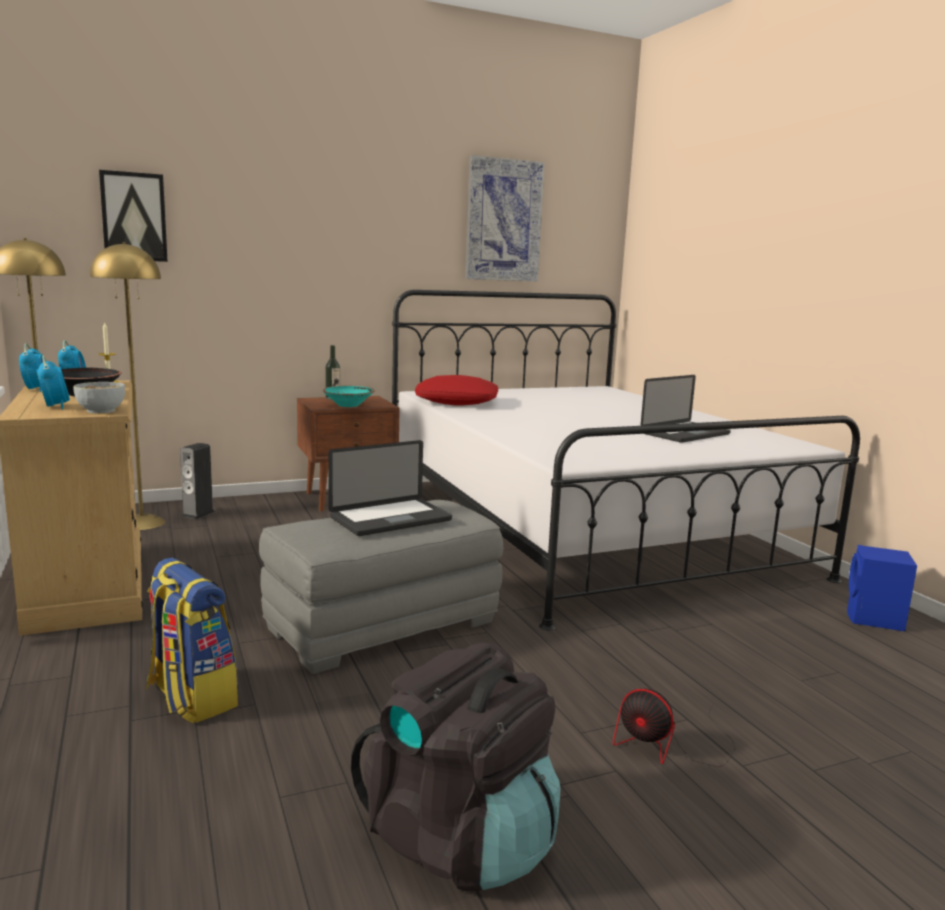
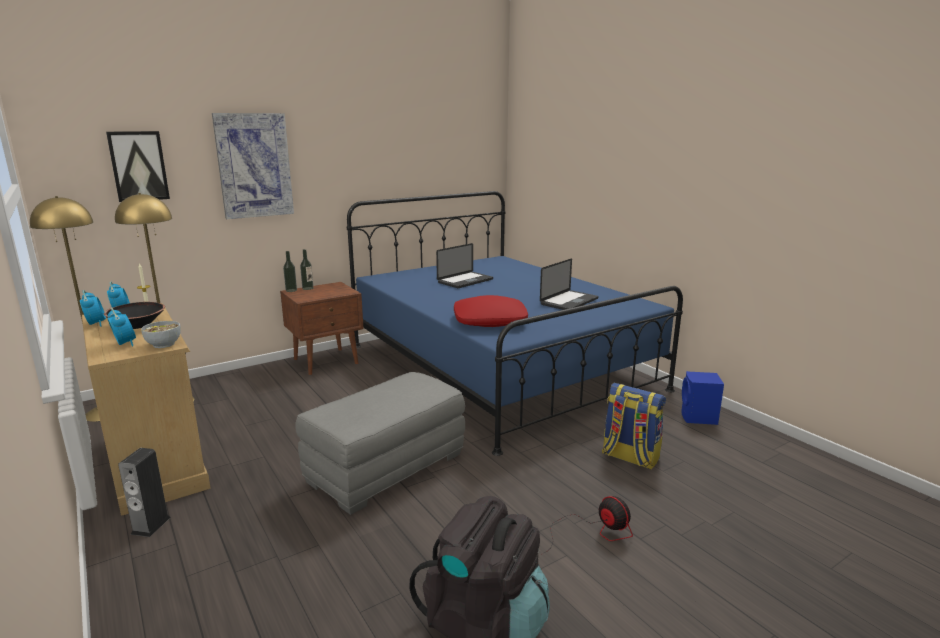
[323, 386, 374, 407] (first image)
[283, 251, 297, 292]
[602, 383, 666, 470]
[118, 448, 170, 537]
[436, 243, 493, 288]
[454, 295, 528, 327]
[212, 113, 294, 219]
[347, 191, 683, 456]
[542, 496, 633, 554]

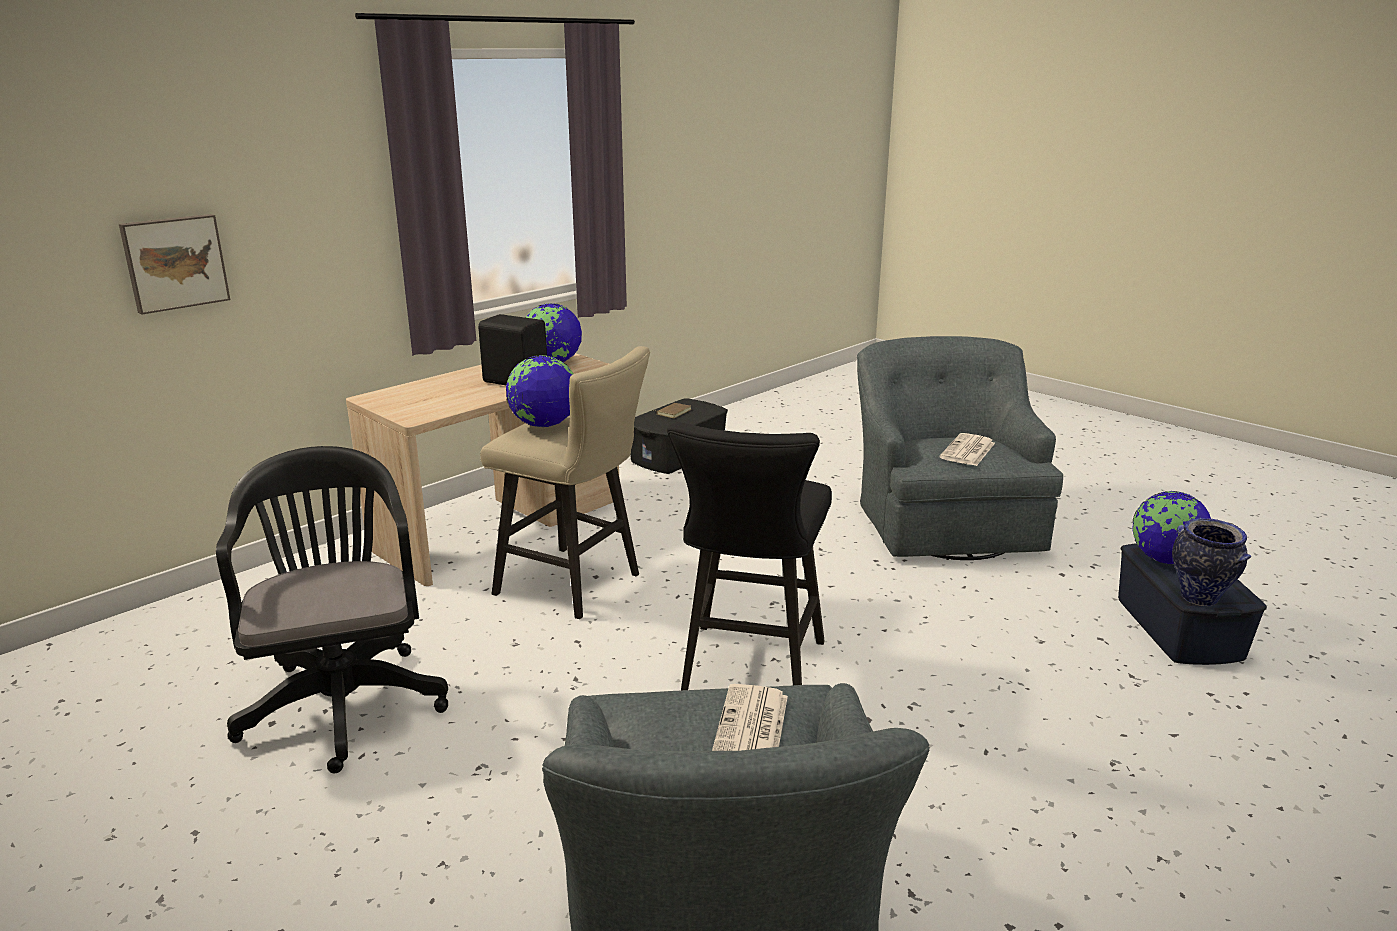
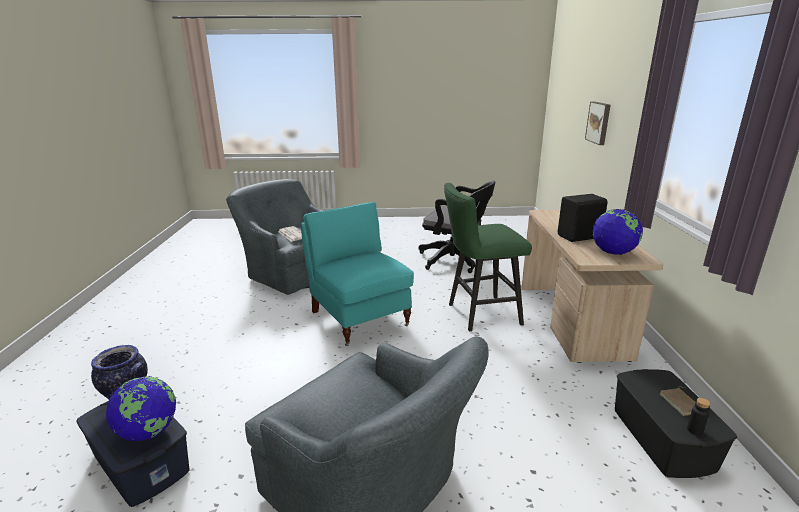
[506, 355, 574, 427] (first image)
[939, 433, 995, 466] (first image)
[687, 398, 710, 435]
[301, 202, 414, 346]
[444, 183, 532, 331]

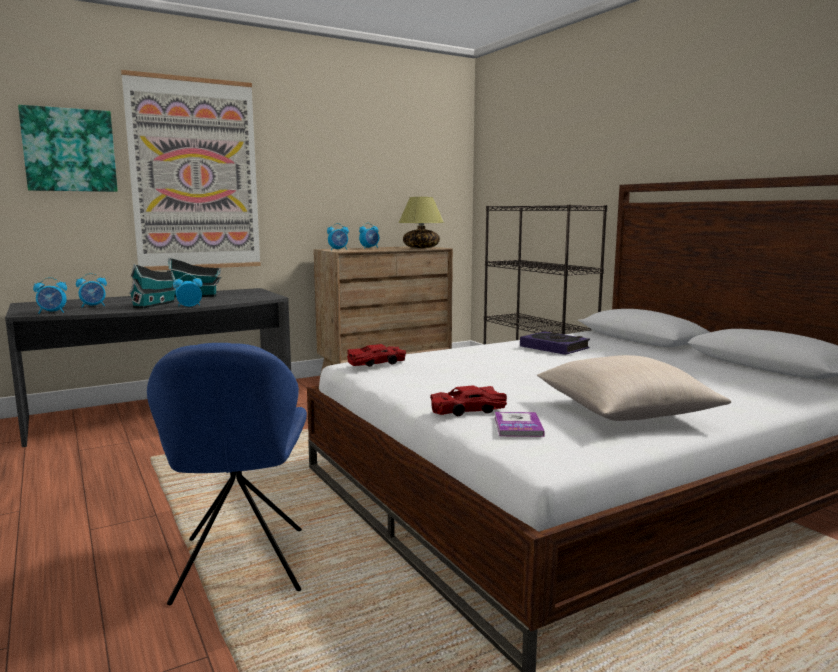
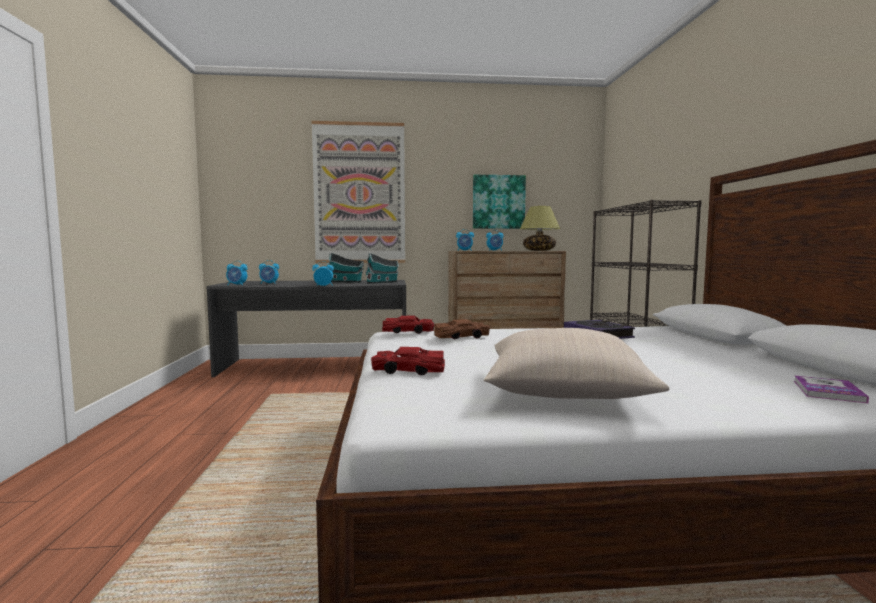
[147, 343, 307, 605] (first image)
[434, 319, 490, 339]
[473, 175, 526, 229]
[365, 252, 399, 284]
[794, 375, 869, 403]

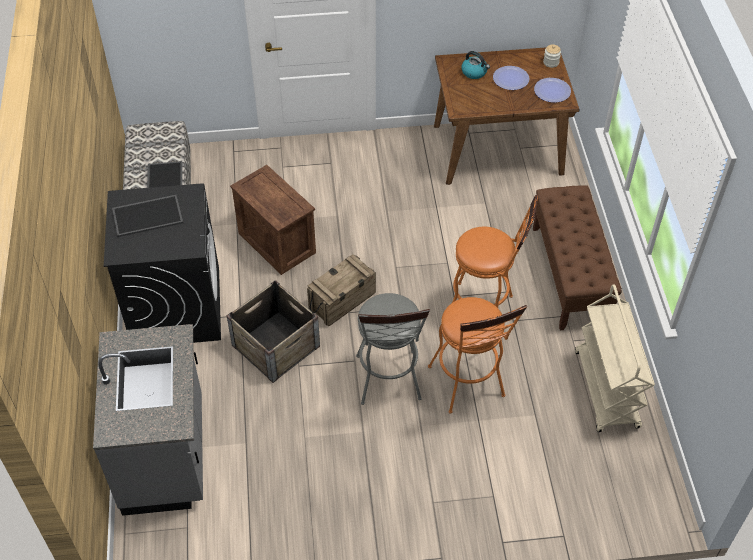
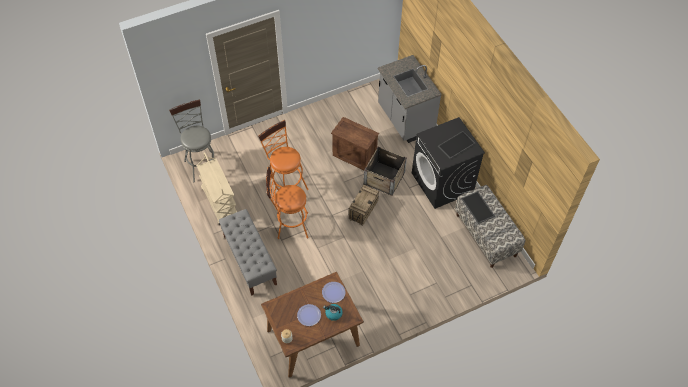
[331, 117, 379, 170]
[169, 99, 214, 182]
[322, 282, 345, 303]
[219, 209, 277, 296]

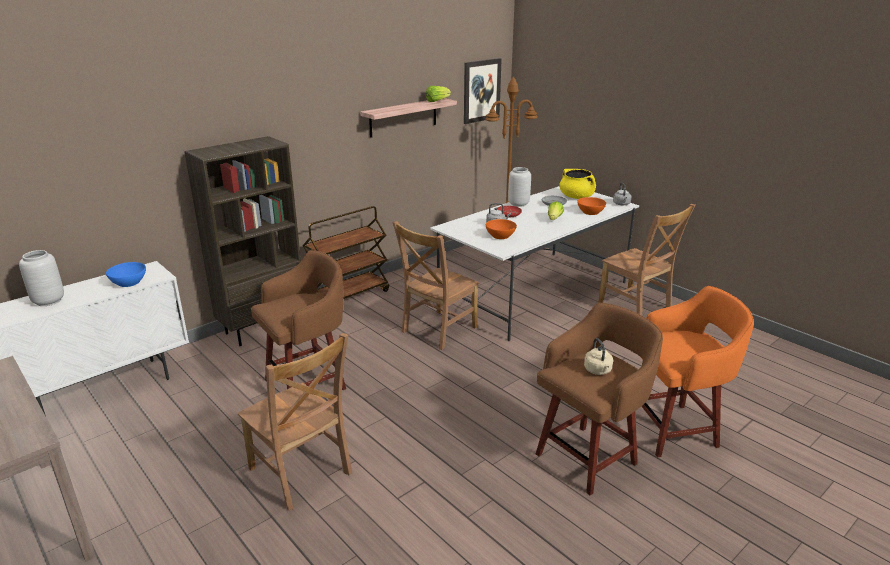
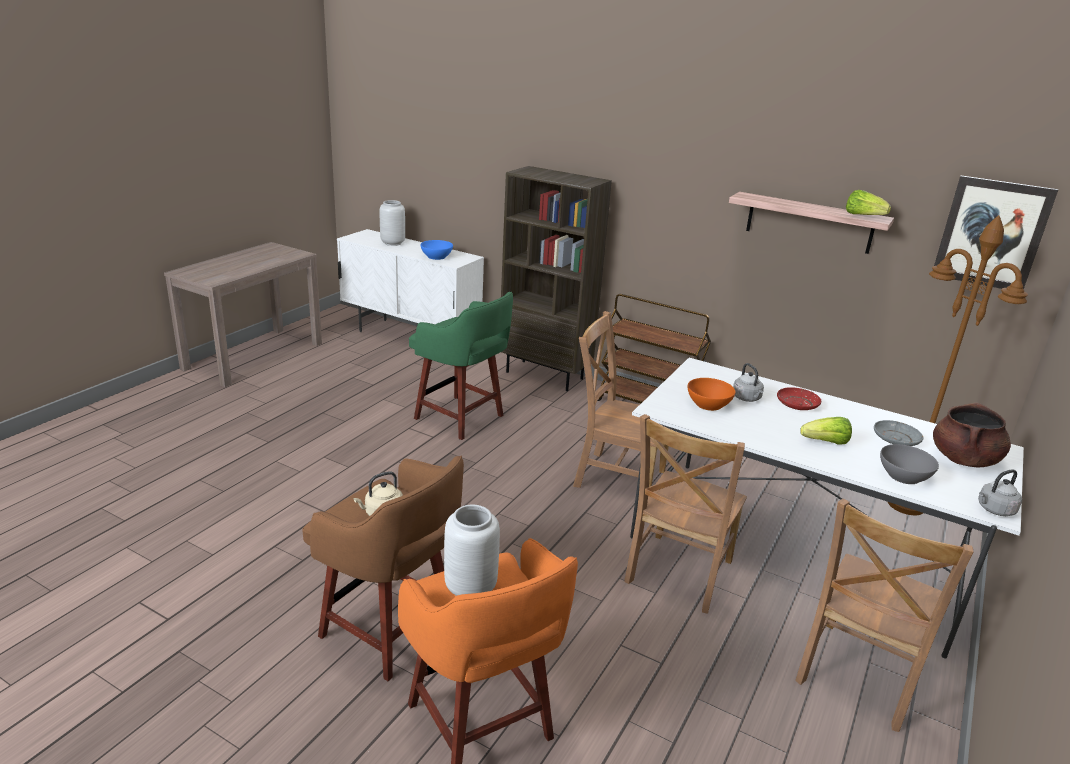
[624, 414, 747, 613]
[444, 505, 500, 596]
[409, 292, 513, 440]
[933, 402, 1011, 467]
[880, 444, 939, 484]

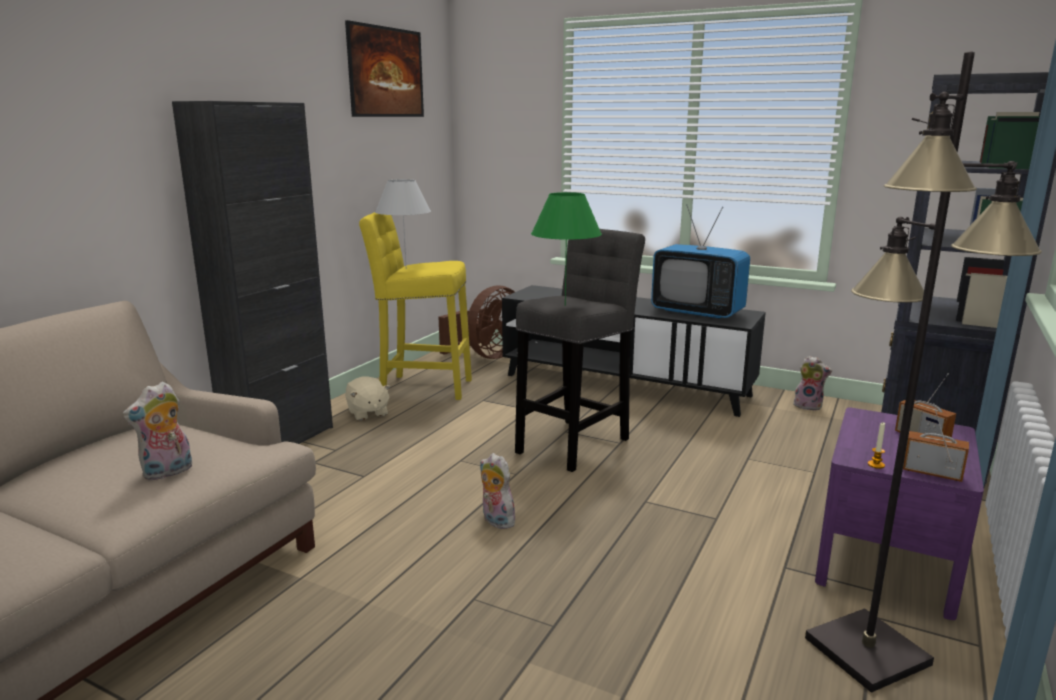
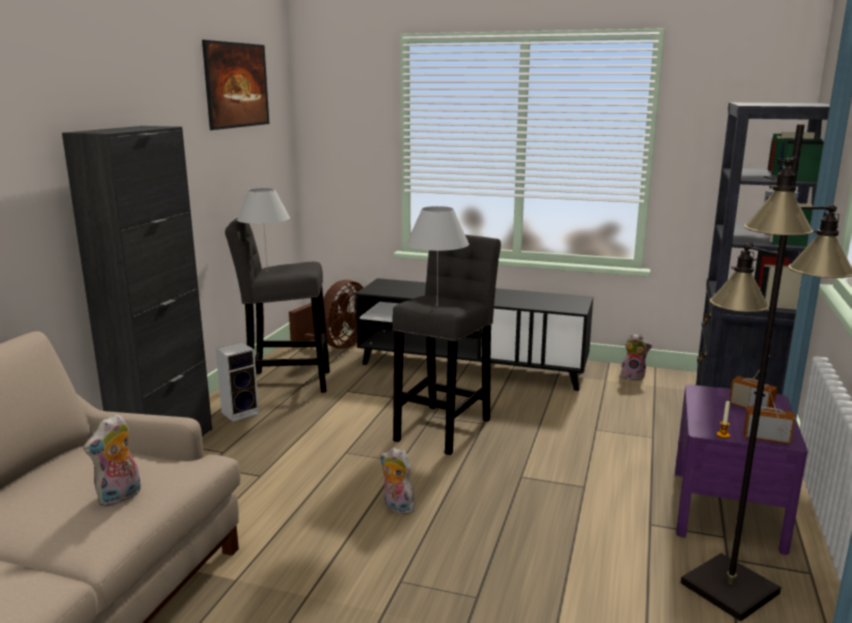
[651, 204, 750, 319] (first image)
[215, 342, 259, 422]
[225, 217, 330, 393]
[406, 206, 469, 307]

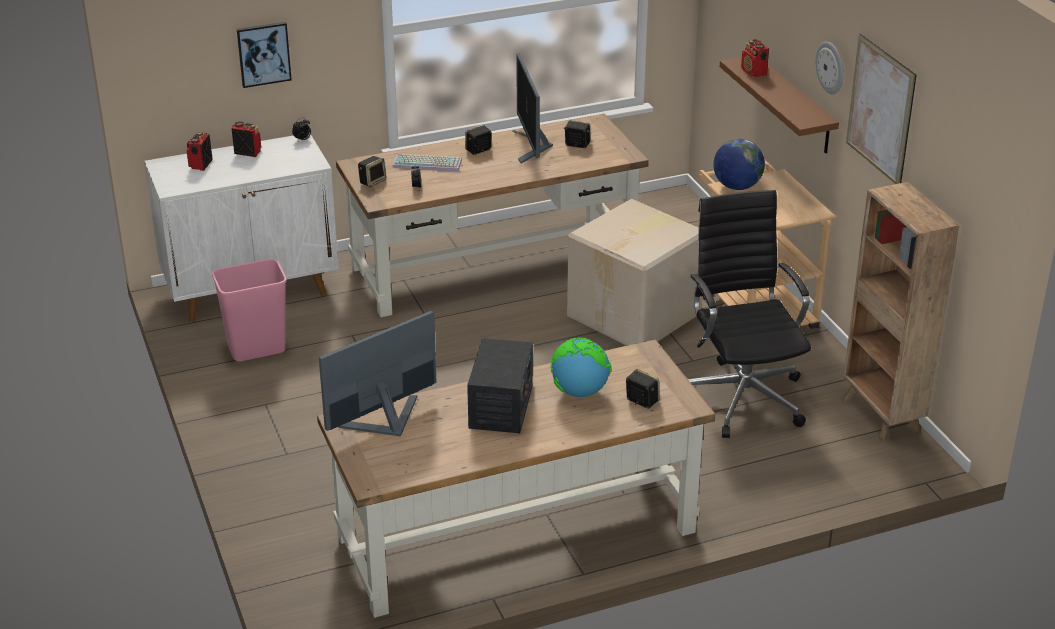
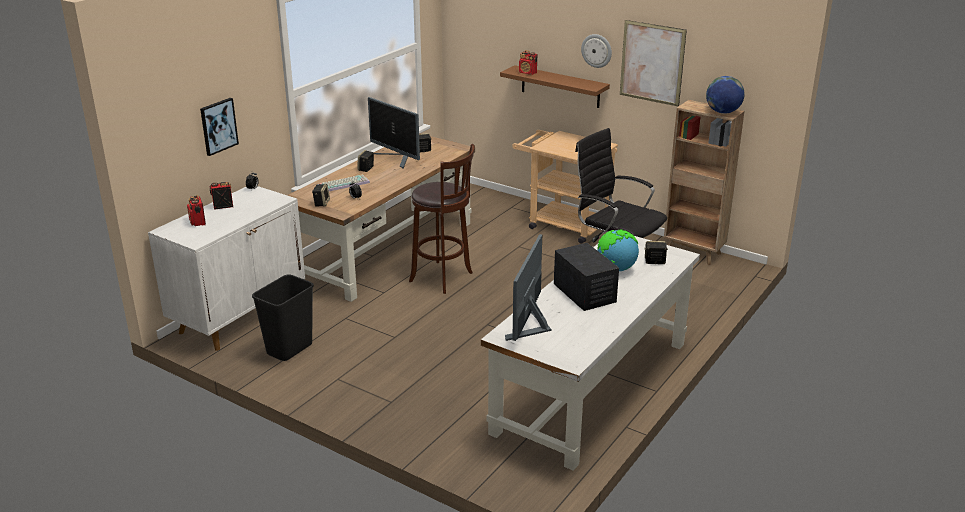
[567, 199, 702, 346] (first image)
[409, 144, 475, 294]
[706, 76, 744, 114]
[252, 275, 314, 361]
[481, 236, 700, 471]

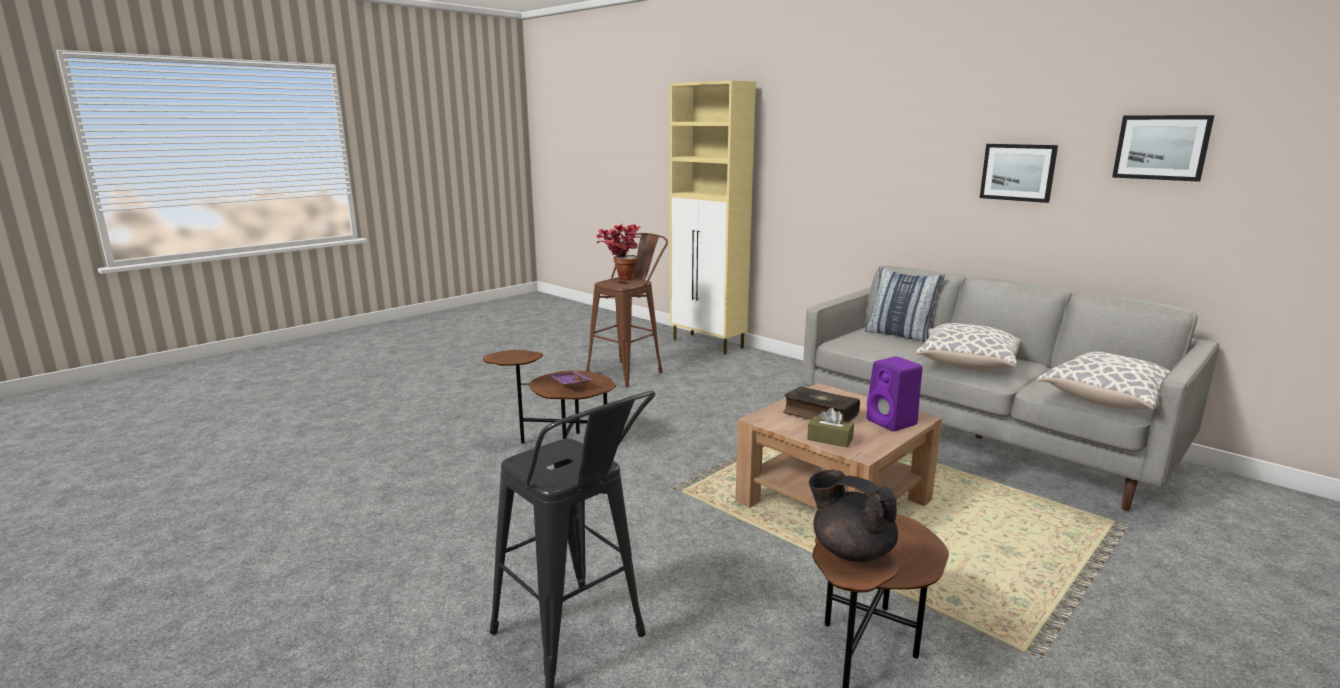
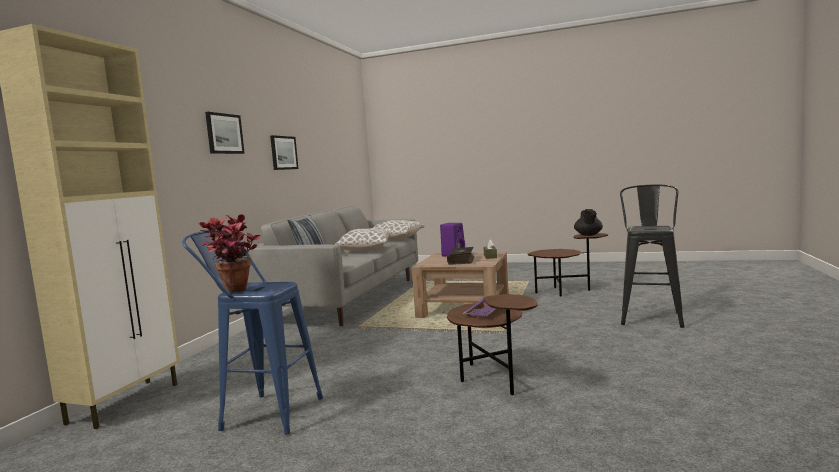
[205, 112, 245, 154]
[182, 230, 323, 435]

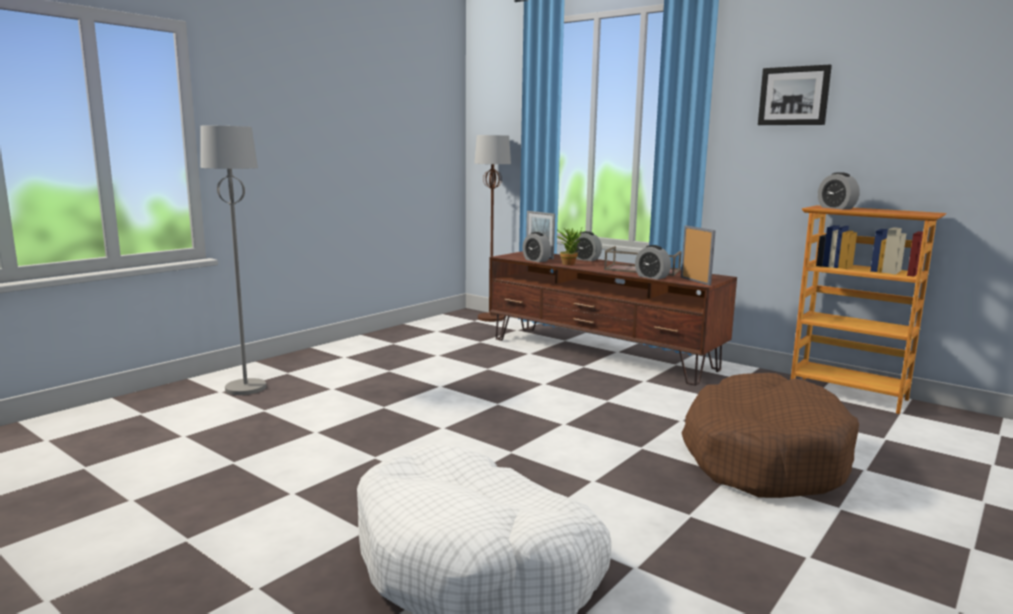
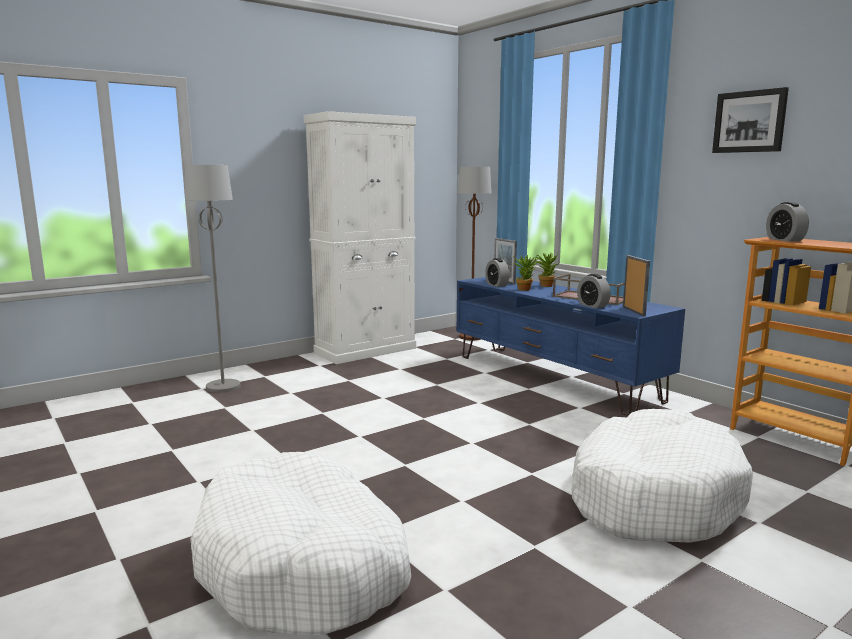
[303, 111, 416, 364]
[536, 253, 559, 287]
[457, 277, 685, 416]
[572, 409, 753, 543]

